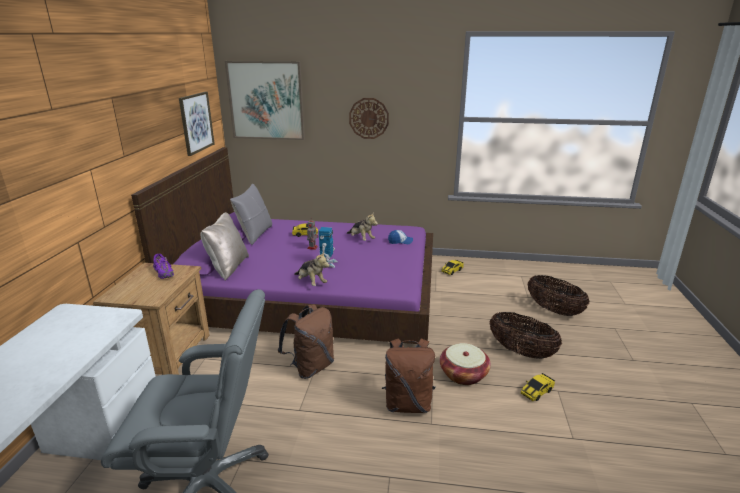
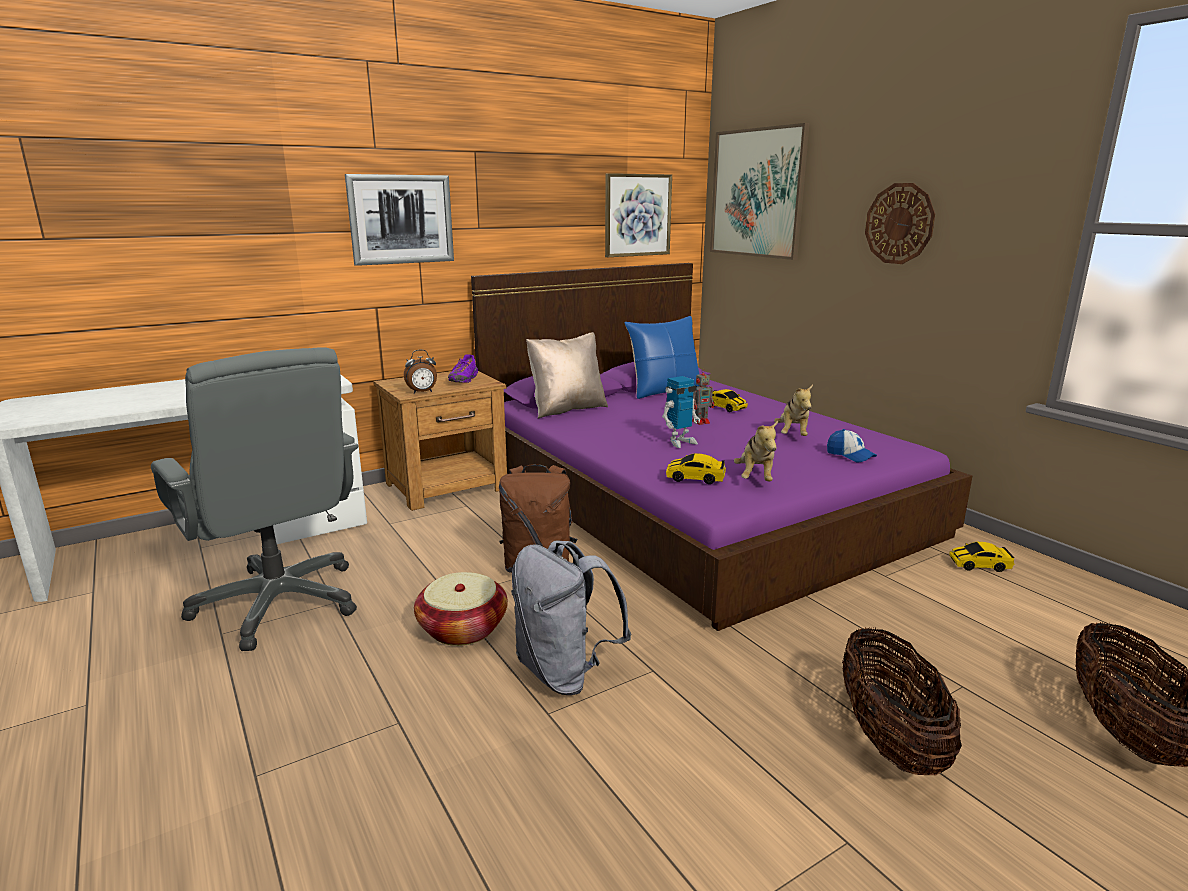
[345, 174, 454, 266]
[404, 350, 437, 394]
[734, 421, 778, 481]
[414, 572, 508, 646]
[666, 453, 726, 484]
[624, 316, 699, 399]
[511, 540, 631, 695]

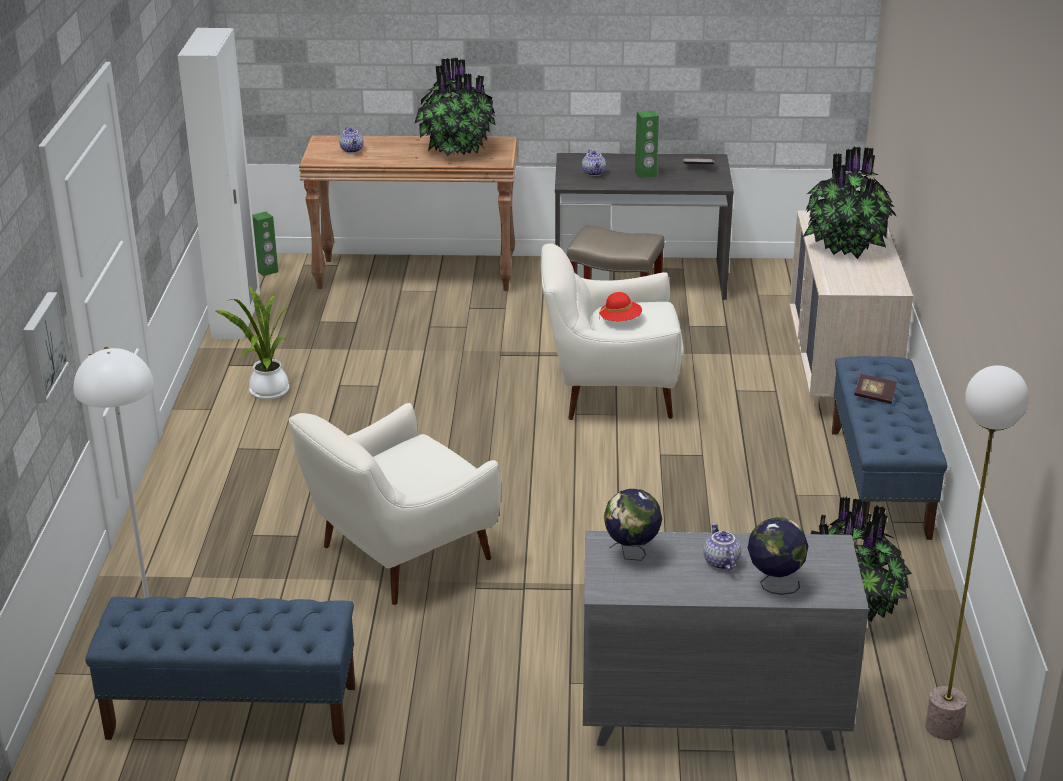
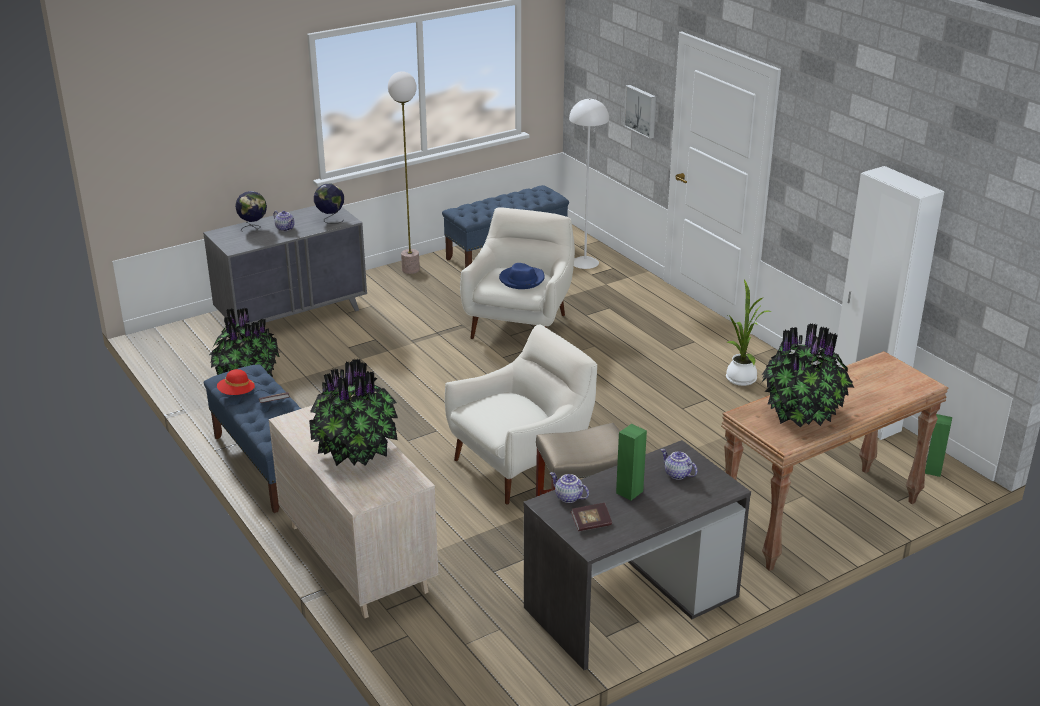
[499, 263, 545, 289]
[550, 472, 589, 503]
[217, 369, 255, 395]
[388, 71, 420, 274]

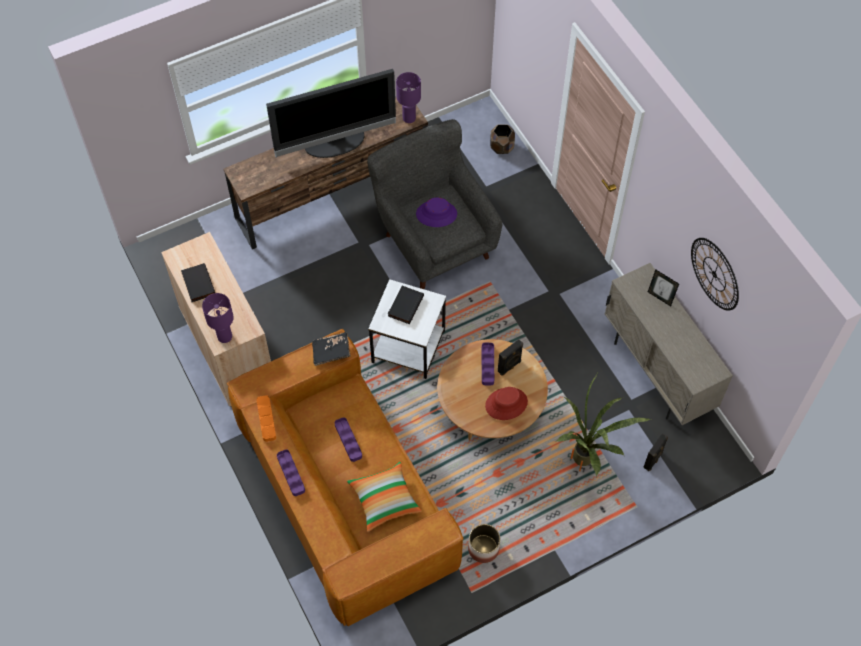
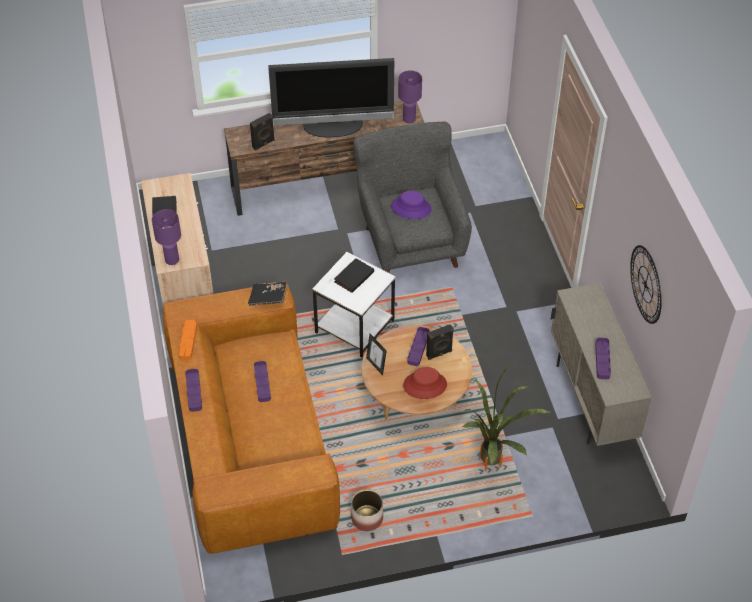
[347, 462, 422, 532] (first image)
[490, 124, 515, 154] (first image)
[595, 338, 611, 379]
[250, 113, 275, 151]
[366, 334, 387, 375]

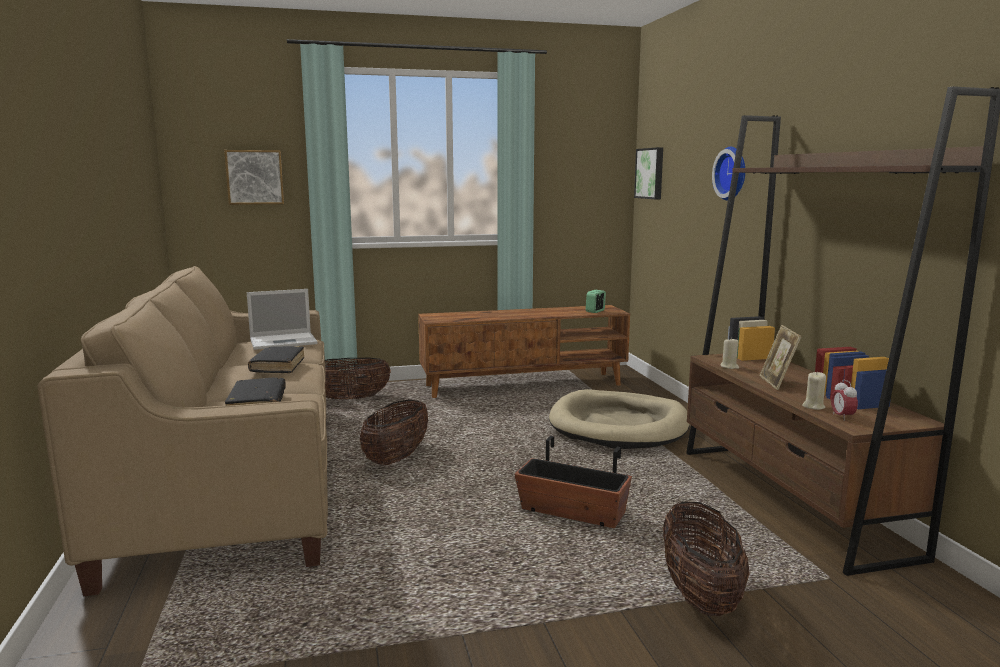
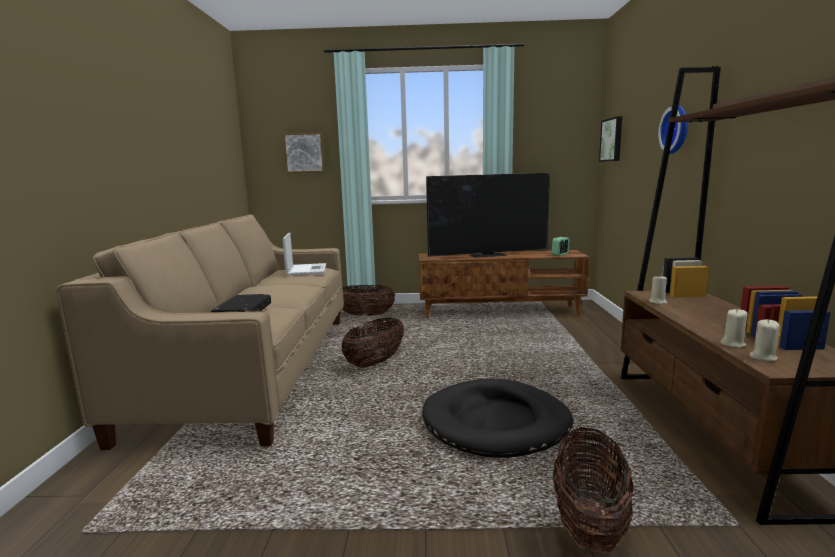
[248, 346, 304, 373] (first image)
[549, 389, 690, 449] (first image)
[760, 325, 802, 390] (first image)
[426, 173, 550, 258]
[422, 379, 573, 458]
[749, 319, 780, 362]
[283, 233, 326, 276]

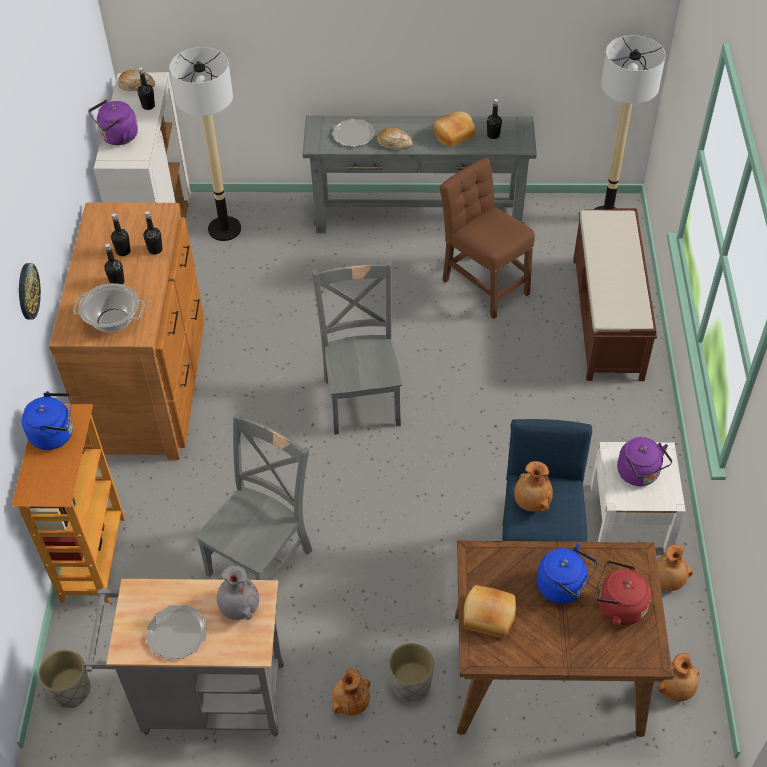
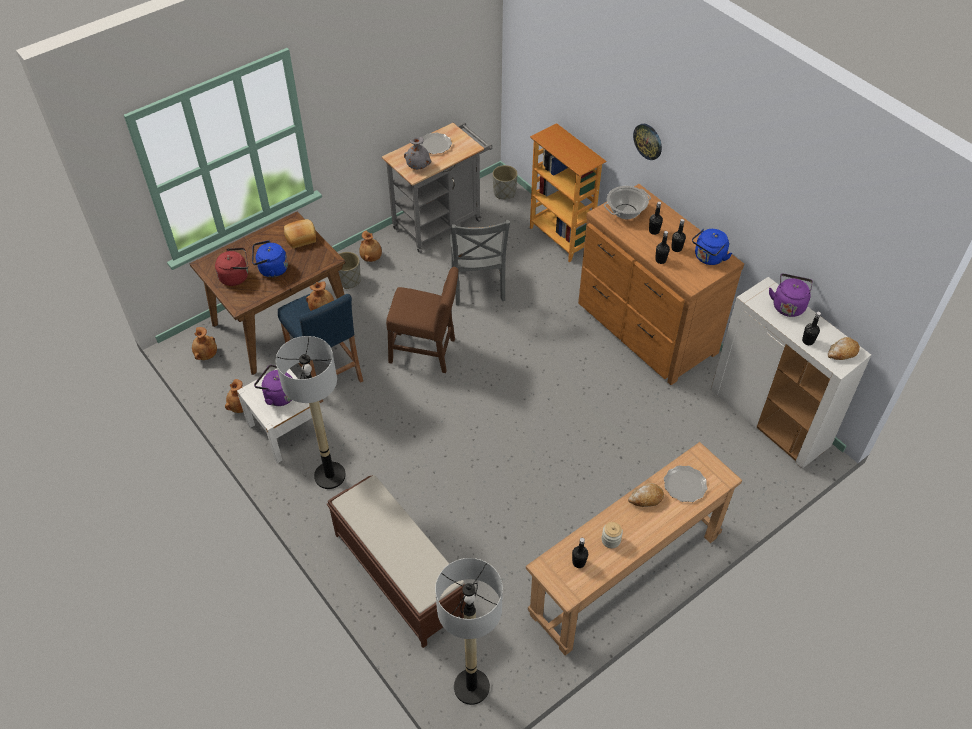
[312, 261, 402, 435] (first image)
[692, 229, 732, 265]
[276, 336, 346, 489]
[386, 267, 458, 373]
[601, 522, 623, 548]
[526, 442, 742, 656]

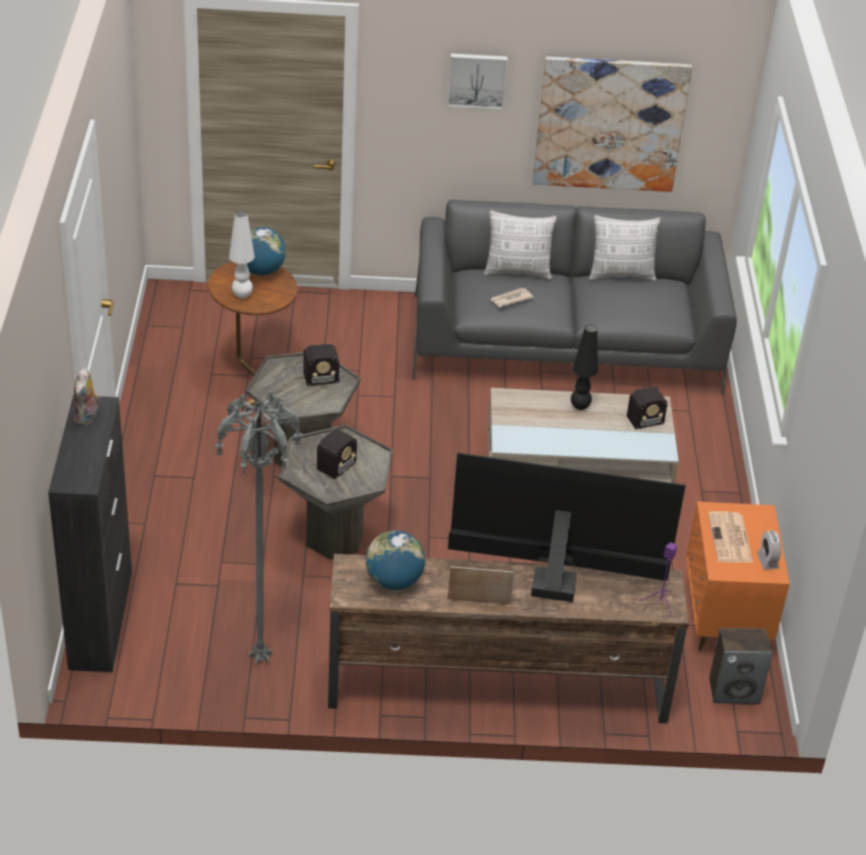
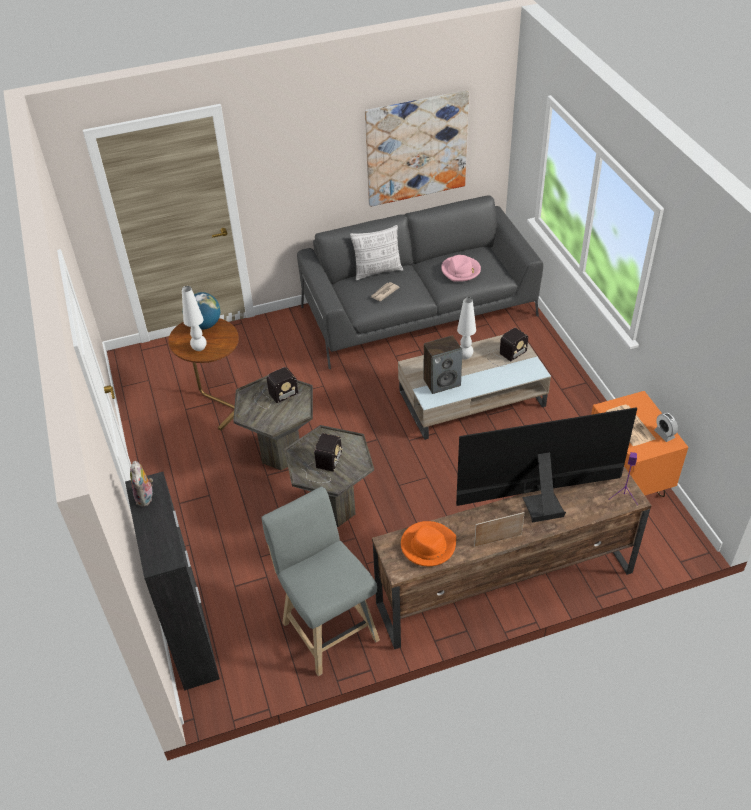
[447, 54, 507, 110] (first image)
[589, 215, 661, 281] (first image)
[441, 255, 481, 282]
[424, 335, 462, 394]
[261, 487, 380, 676]
[401, 521, 456, 566]
[457, 297, 476, 359]

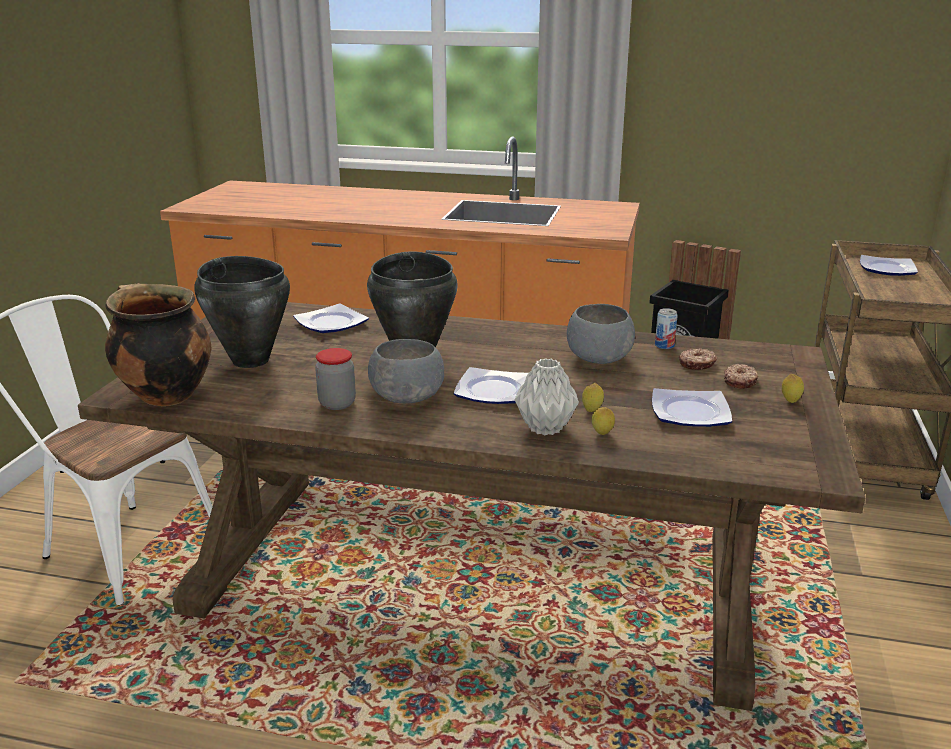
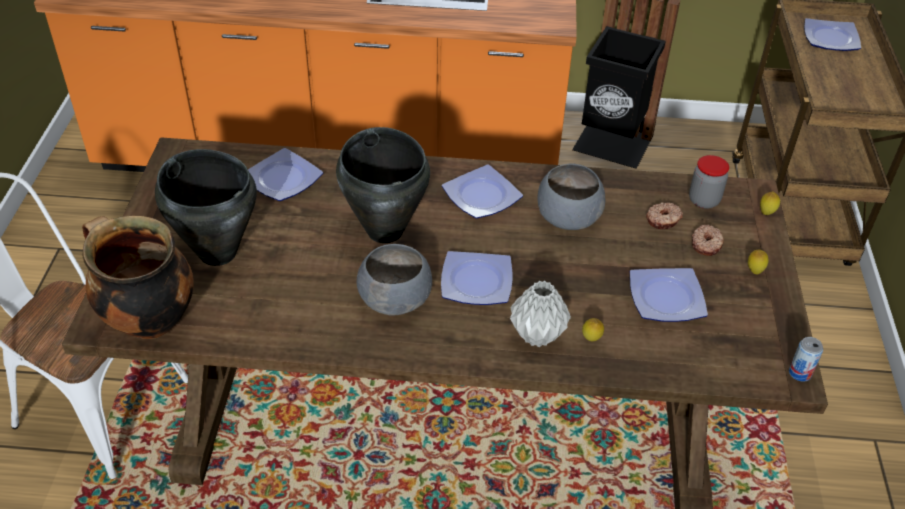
[442, 165, 523, 219]
[689, 155, 729, 209]
[760, 191, 780, 215]
[789, 337, 823, 382]

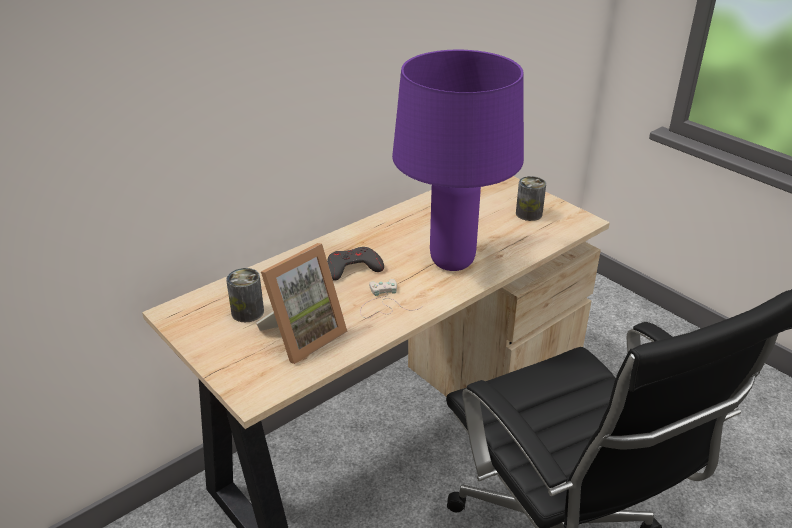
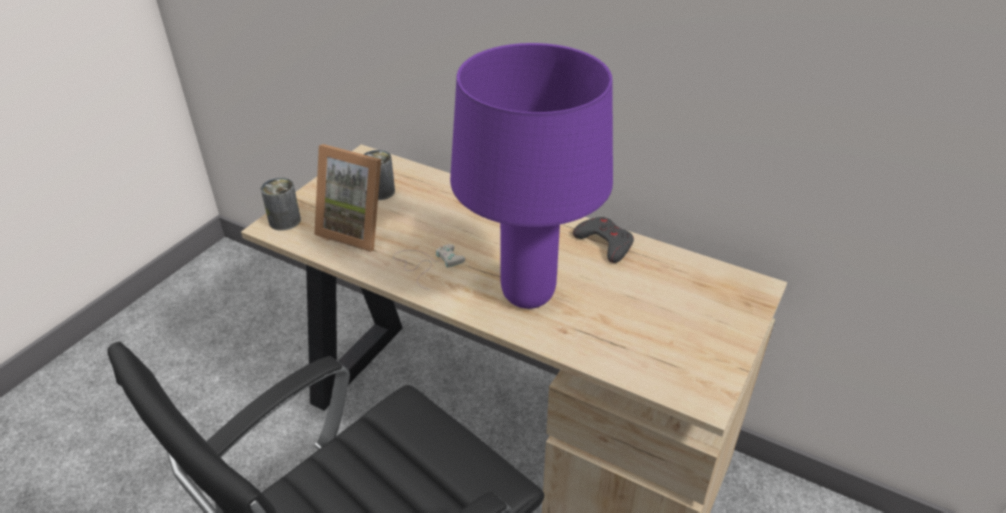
[573, 217, 634, 263]
[261, 178, 301, 231]

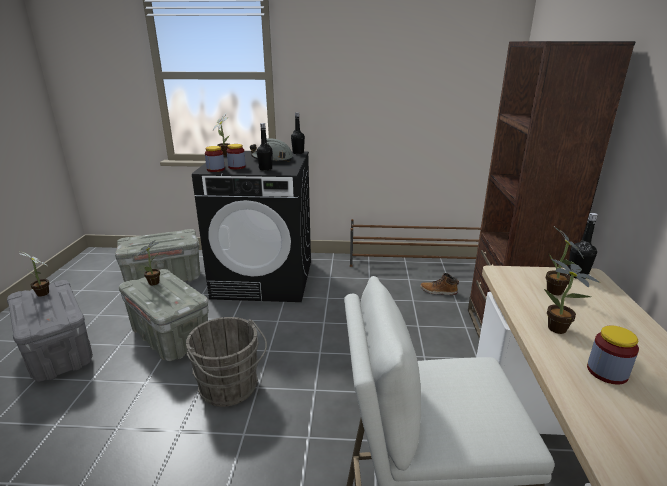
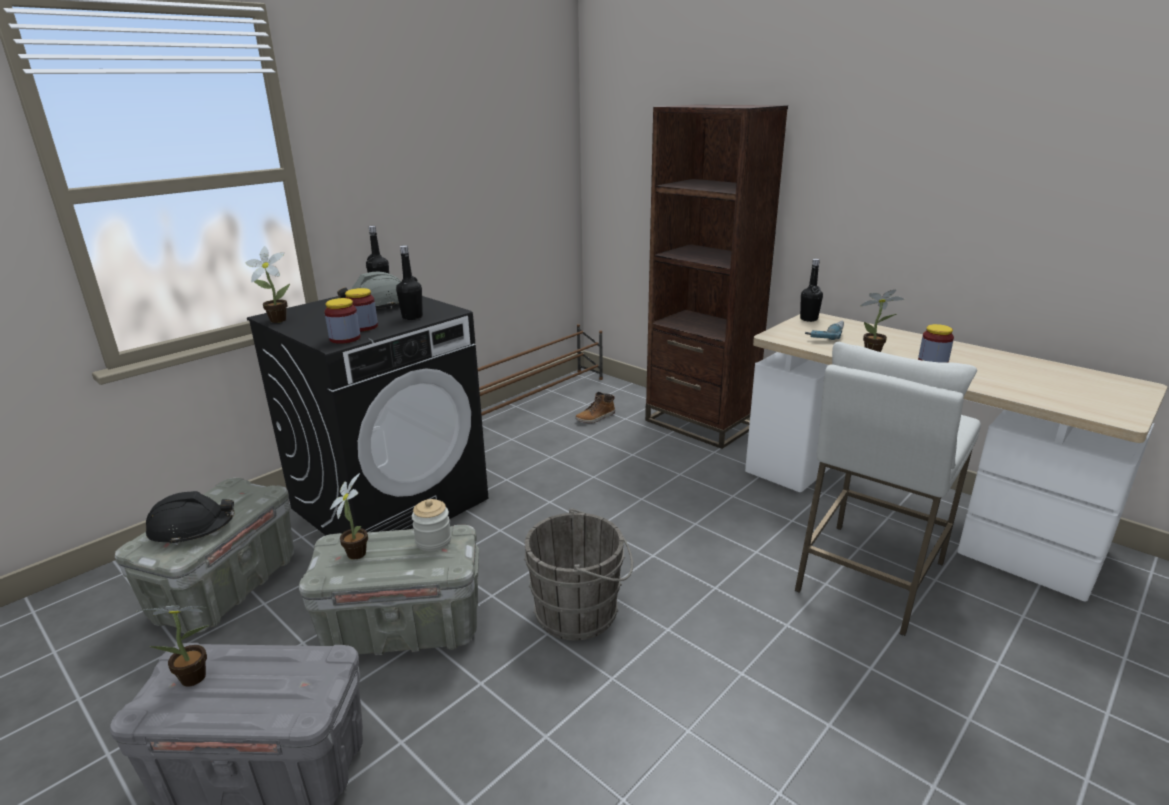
[146, 491, 235, 545]
[412, 499, 451, 551]
[805, 321, 844, 340]

